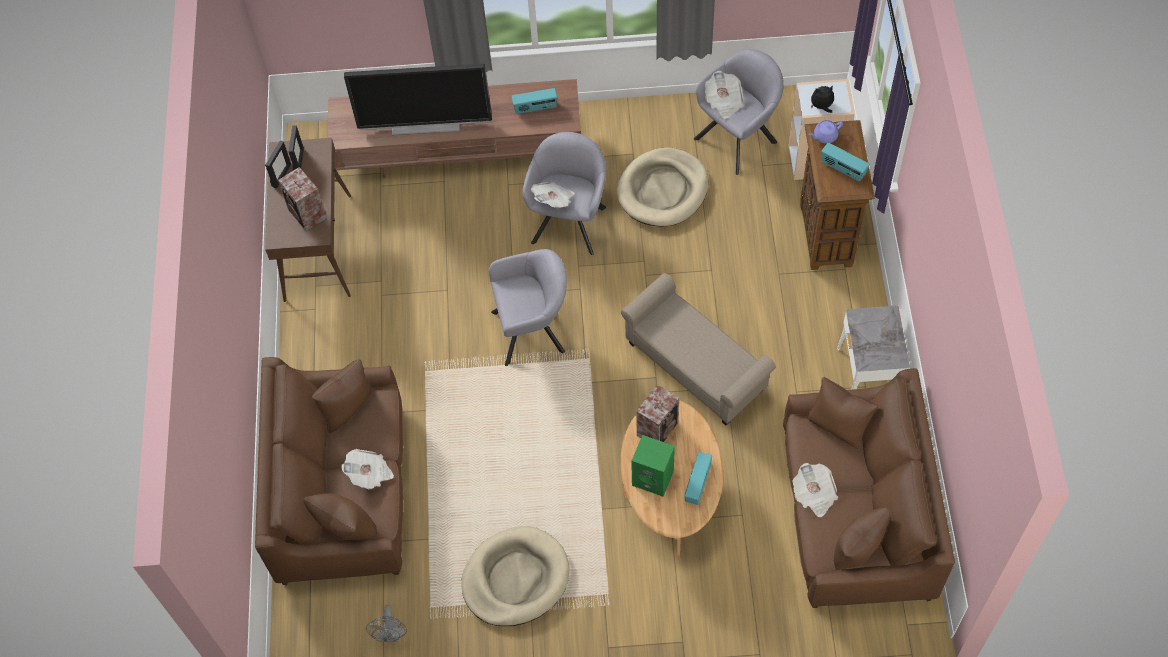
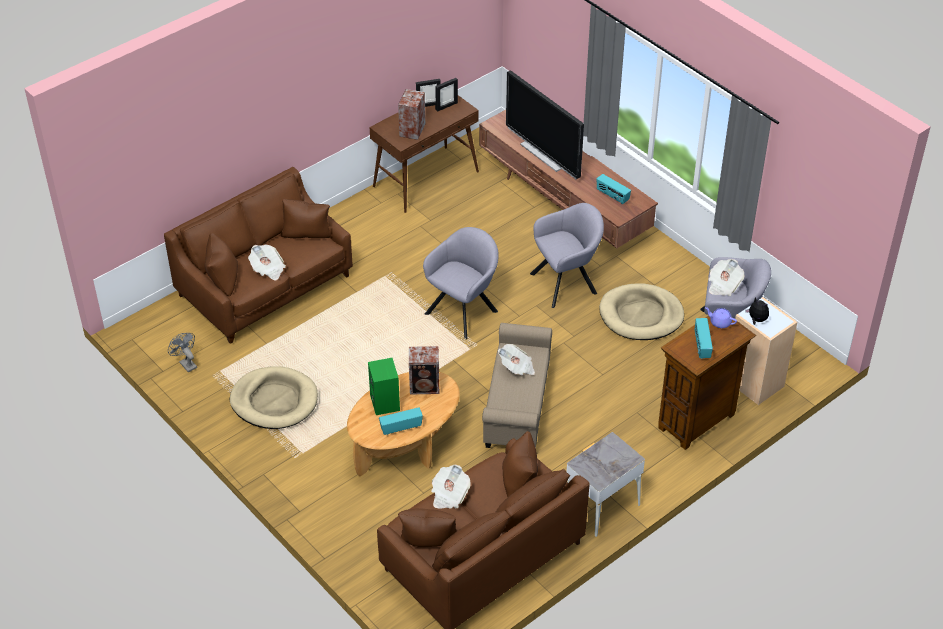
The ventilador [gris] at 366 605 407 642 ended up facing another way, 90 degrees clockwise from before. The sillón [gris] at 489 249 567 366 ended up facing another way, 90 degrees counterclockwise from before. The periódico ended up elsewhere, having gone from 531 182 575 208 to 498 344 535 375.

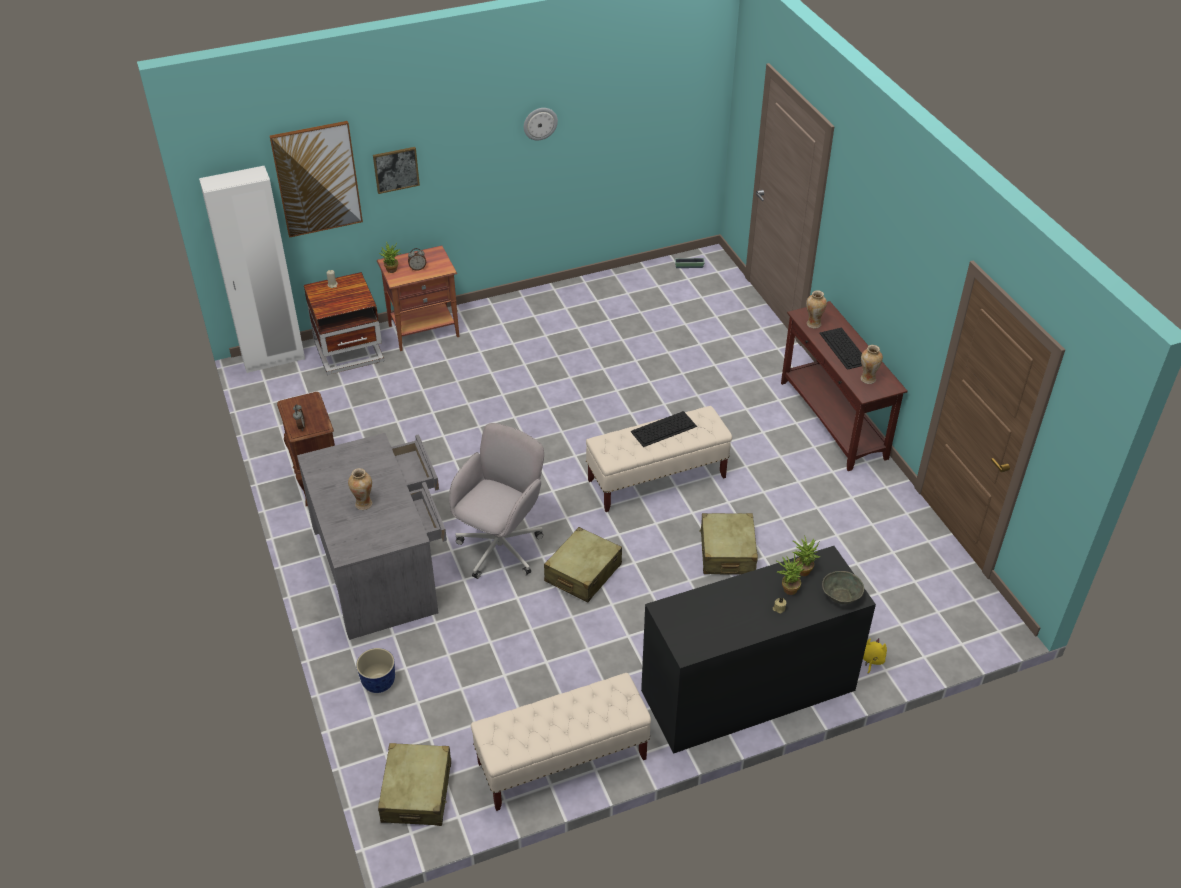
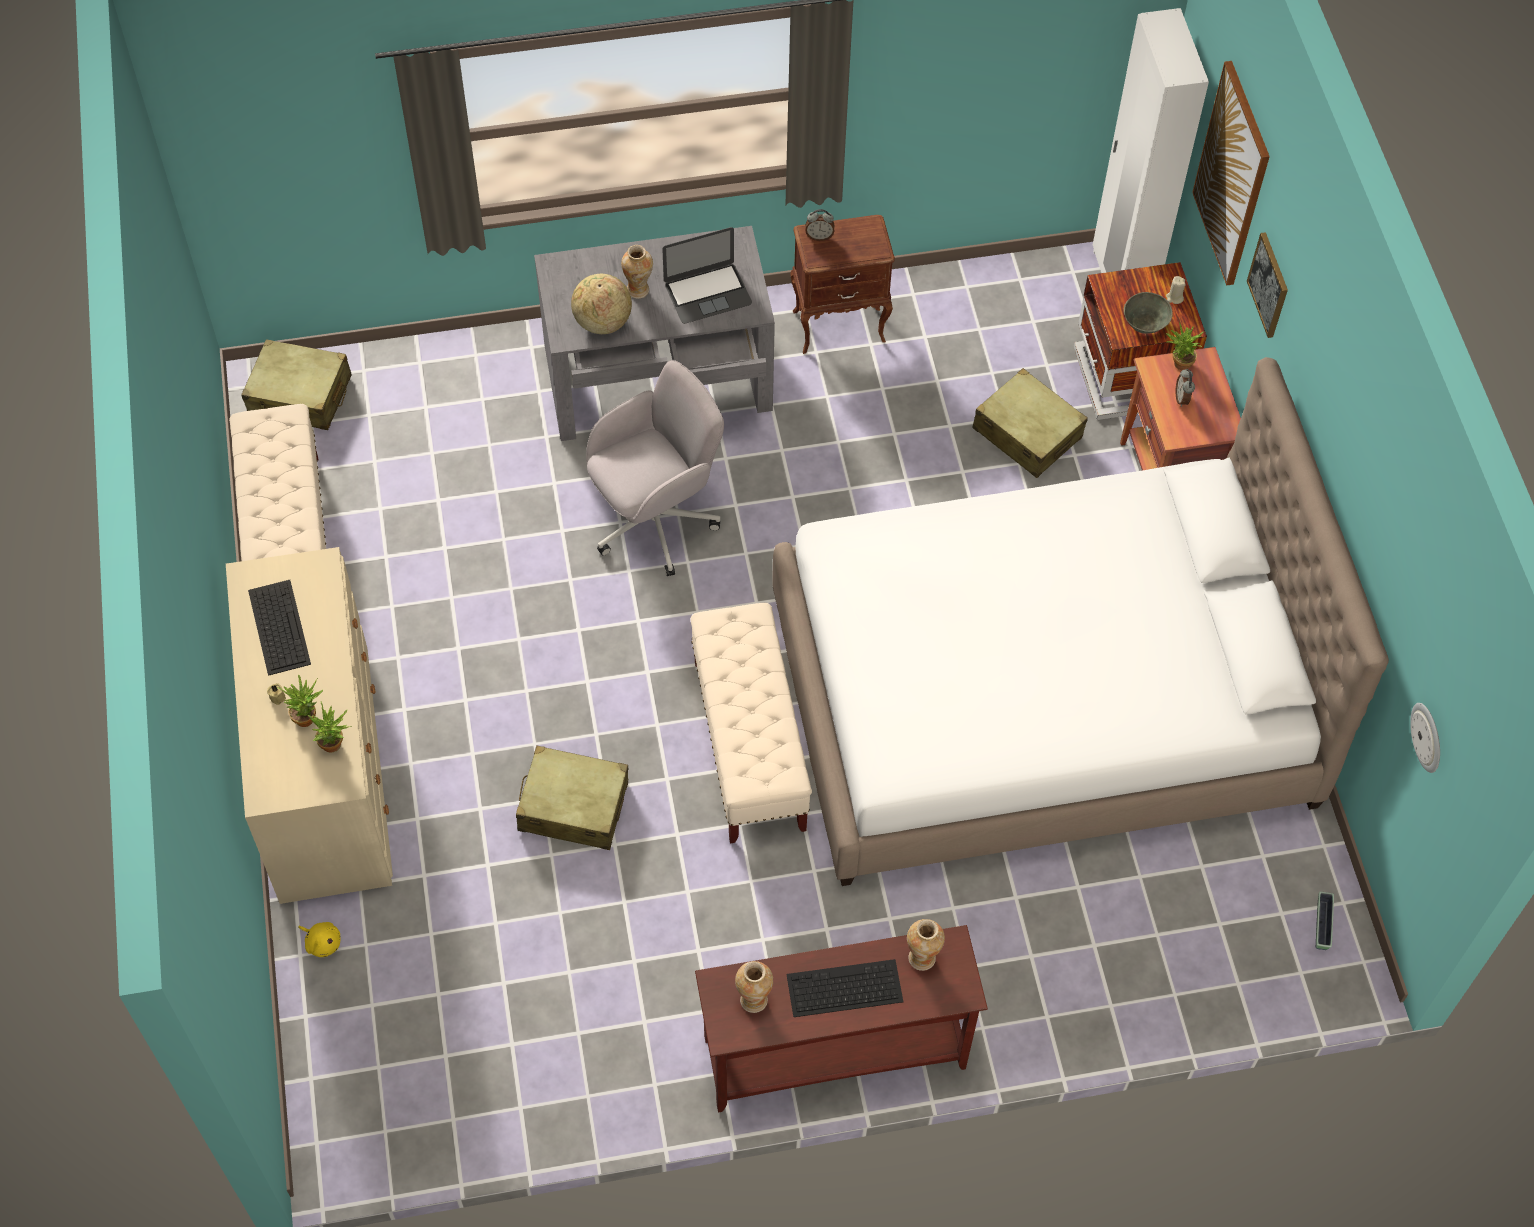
The second view lost the maceta at 356 648 395 693. The silla de oficina [gris] at 449 423 544 579 ended up facing another way, 75 degrees counterclockwise from before. The reloj de pared ended up elsewhere, having gone from 524 108 558 140 to 1410 703 1440 773. The maleta [beis] ended up elsewhere, having gone from 544 527 622 602 to 973 368 1088 478. The teclado ended up elsewhere, having gone from 630 411 697 447 to 248 580 311 676. What was the cómoda [negro] at 641 546 876 754 turned into the cómoda [beis] at 226 547 393 904. The cuenco [gris] ended up elsewhere, having gone from 822 571 864 604 to 1124 292 1173 334. The second view gained the globo terráqueo at 571 274 632 334. The second view gained the portátil at 662 227 752 324. The second view gained the cama [blanco] at 772 357 1389 886.

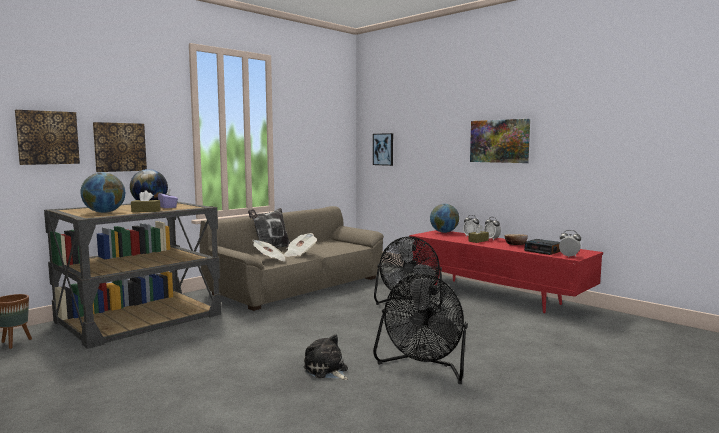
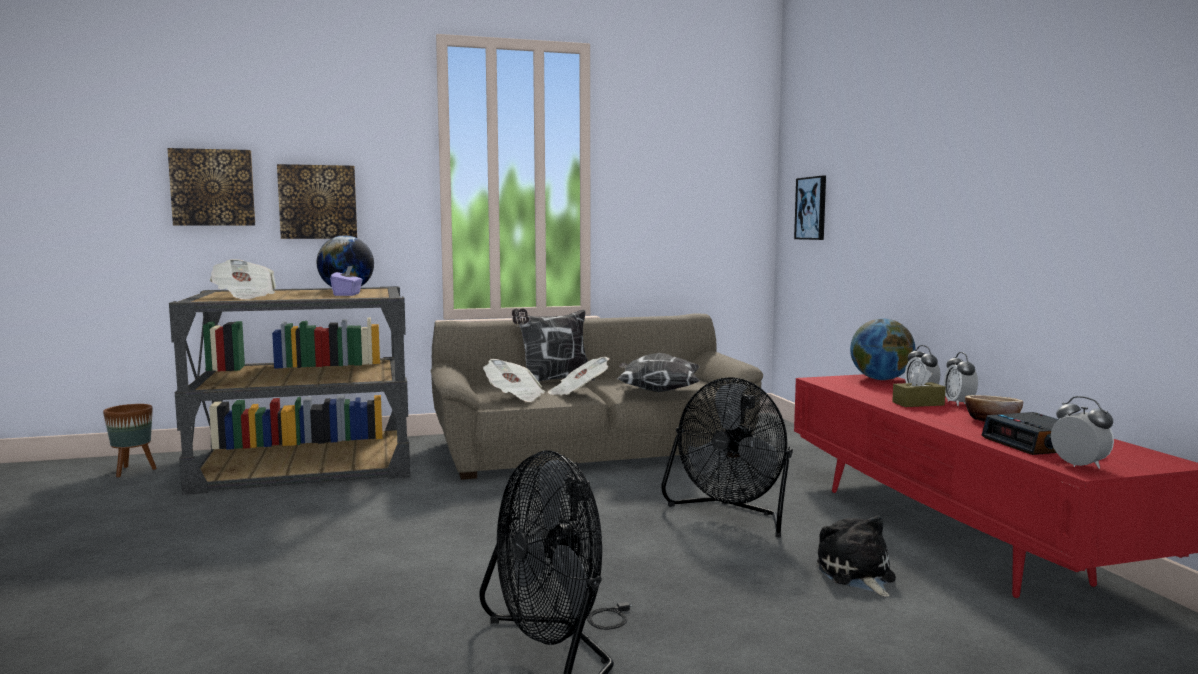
Where the globo terráqueo stood at 80 172 125 213, the periódico came to stand at 210 259 276 299. The second view lost the caja de pañuelos [marrón] at 131 190 161 212. The peluche ended up elsewhere, having gone from 304 334 348 380 to 817 516 896 597. The second view lost the cuadro at 470 119 530 163. The second view gained the cojín at 617 353 700 392.

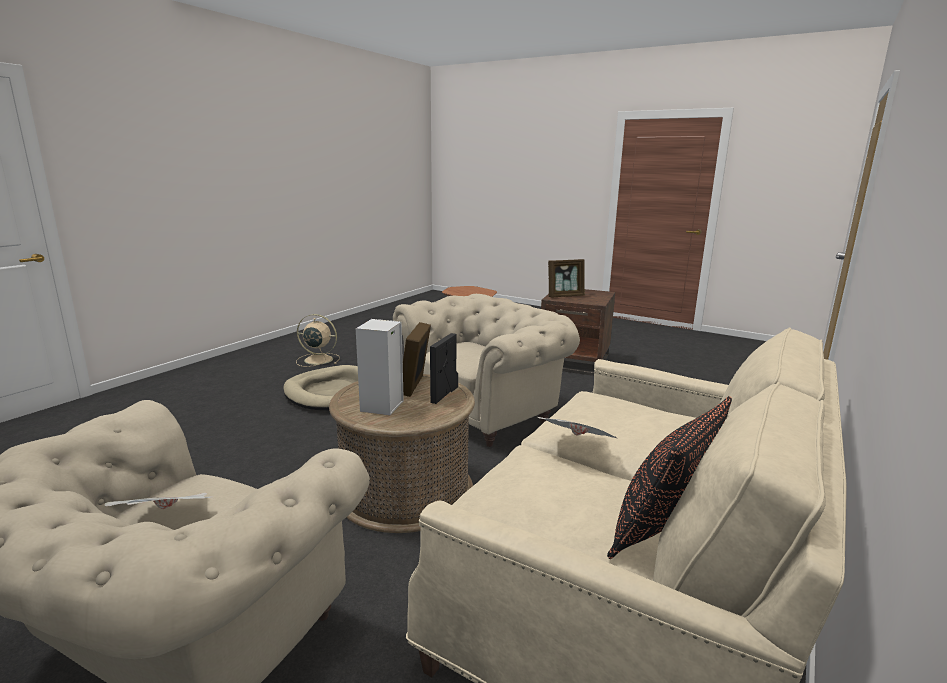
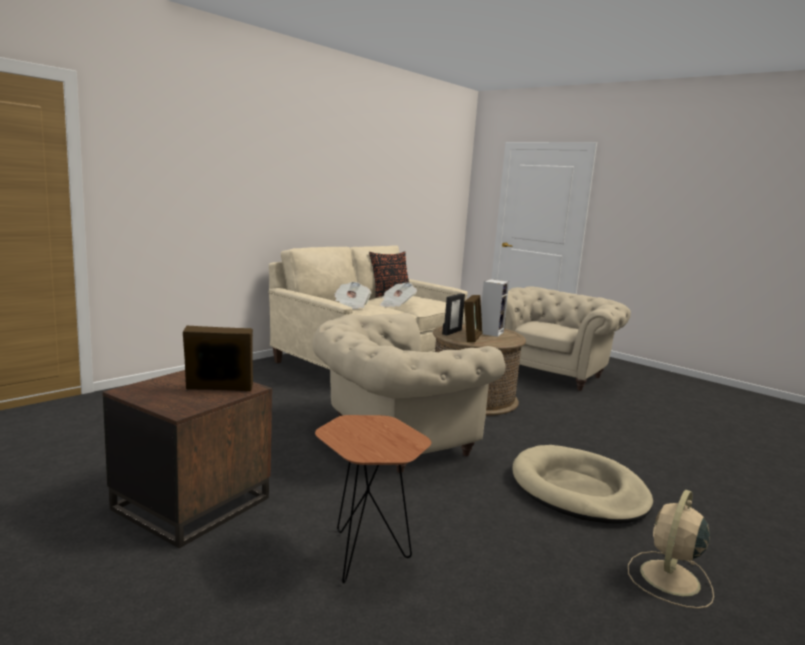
The periódico ended up elsewhere, having gone from 104 493 213 509 to 334 282 371 309. The ventilador [beis] at 296 314 340 367 ended up facing another way, 105 degrees clockwise from before.

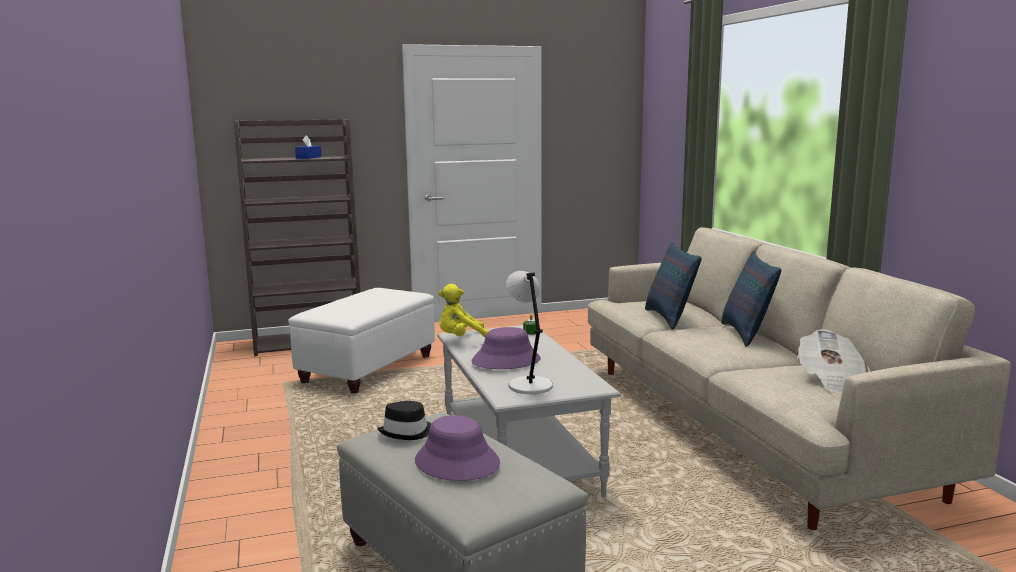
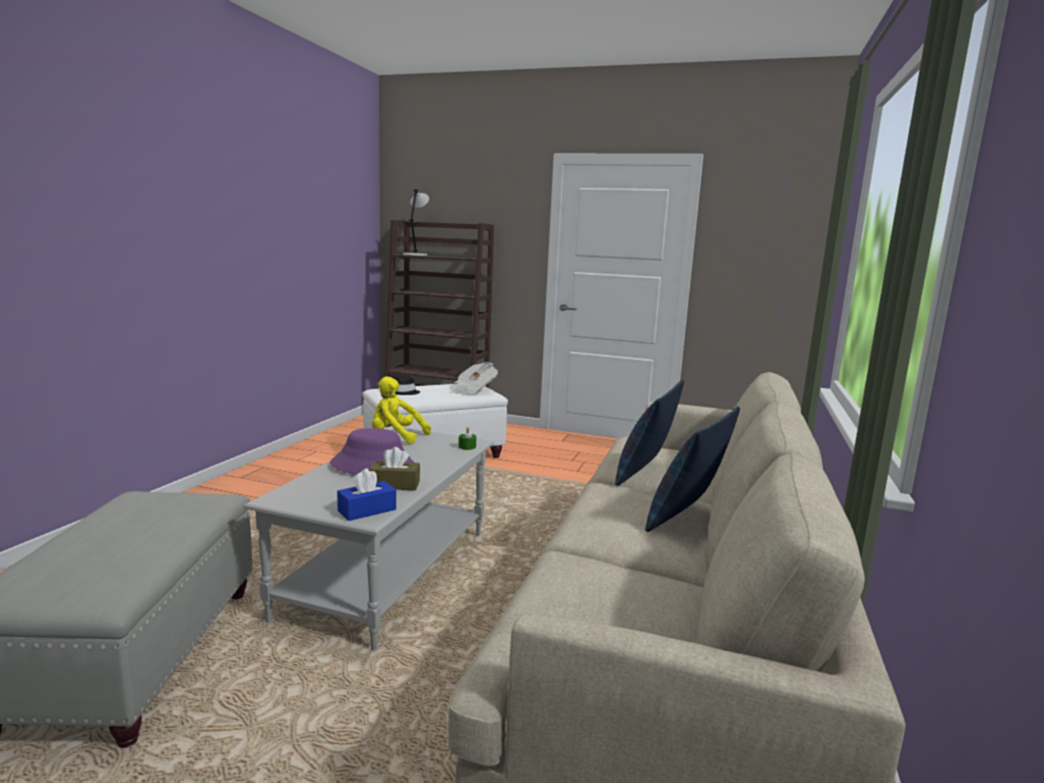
The caja de pañuelos [azul] ended up elsewhere, having gone from 295 135 321 159 to 337 468 396 521. The sombrero [negro] ended up elsewhere, having gone from 377 401 432 440 to 390 374 420 395. The second view lost the sombrero [morado] at 415 415 500 481. The lámpara de mesa [gris] ended up elsewhere, having gone from 506 271 553 394 to 403 189 429 256. The periódico ended up elsewhere, having gone from 797 329 870 392 to 451 362 498 394. The second view gained the caja de pañuelos [marrón] at 369 447 420 490.

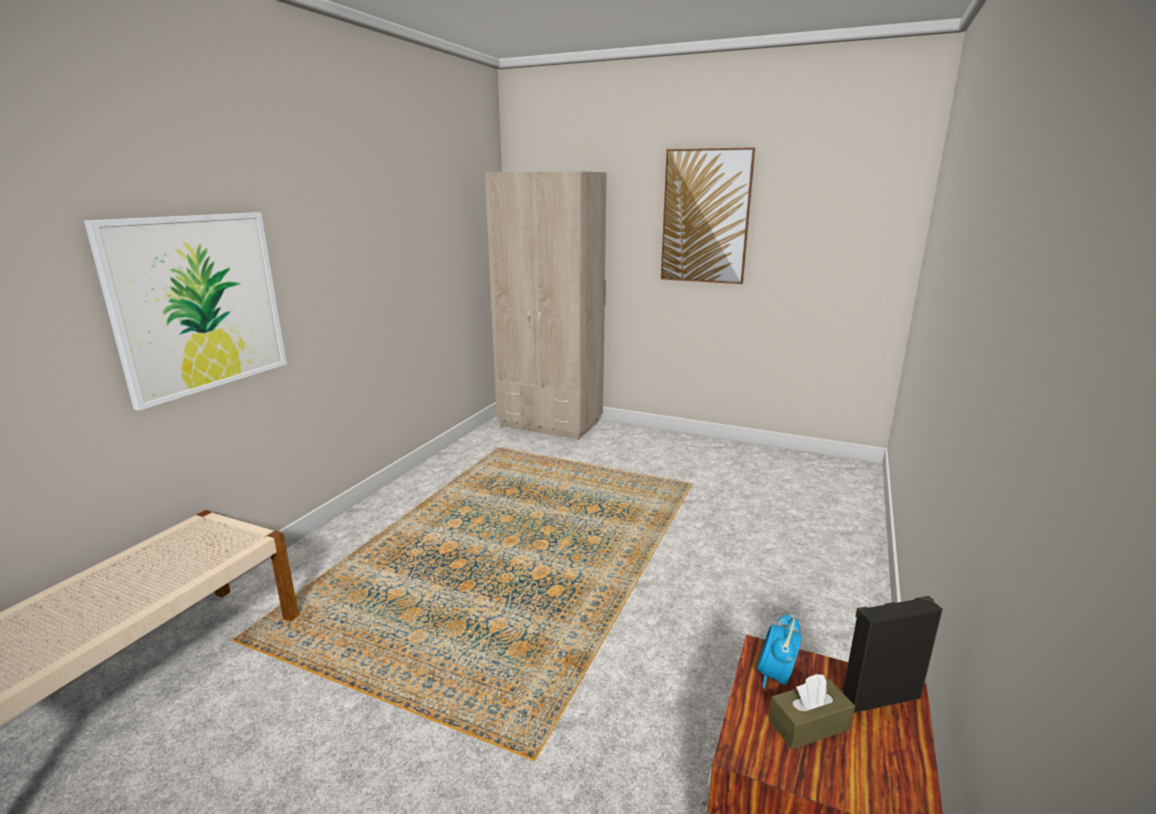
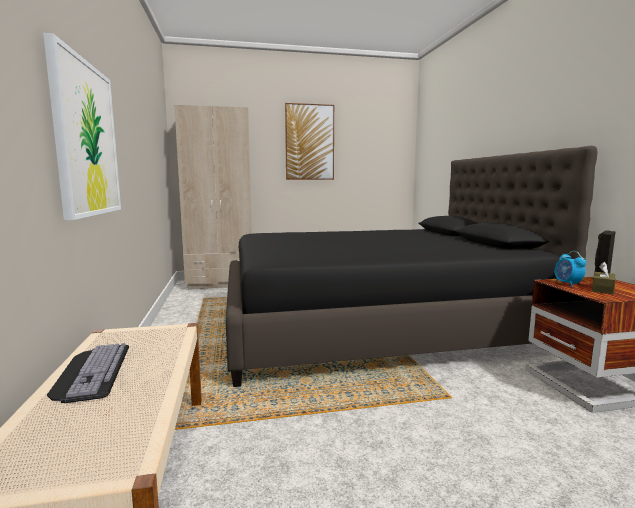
The second view gained the teclado at 47 343 129 403. The second view gained the cama [negro] at 226 146 597 387.

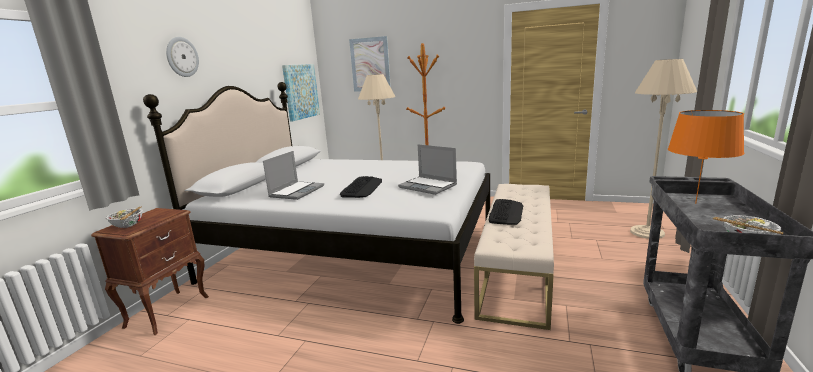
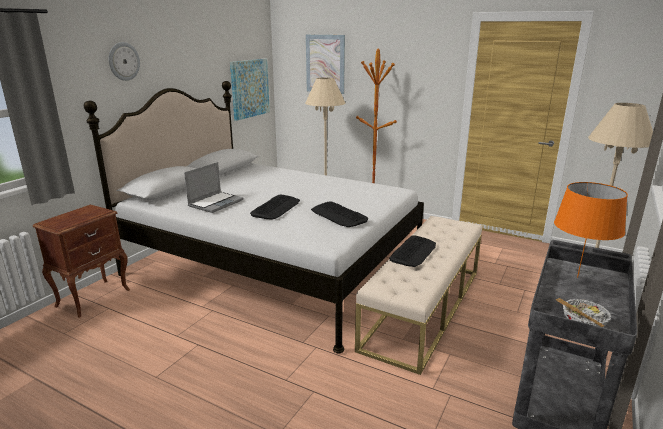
The second view lost the cuenco at 106 206 143 228. Where the portátil stood at 398 144 457 195, the teclado came to stand at 311 201 368 227.

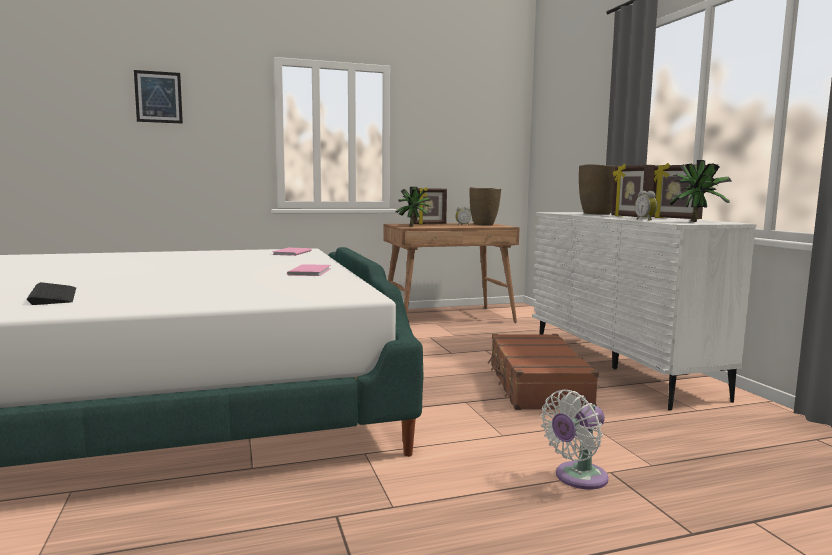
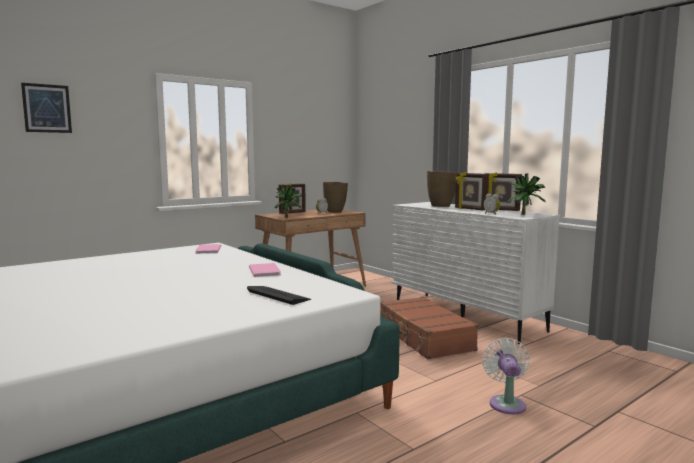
The teclado ended up elsewhere, having gone from 27 282 76 305 to 247 286 311 305. The ventilador [blanco] at 540 390 608 489 ended up facing another way, 150 degrees clockwise from before.

